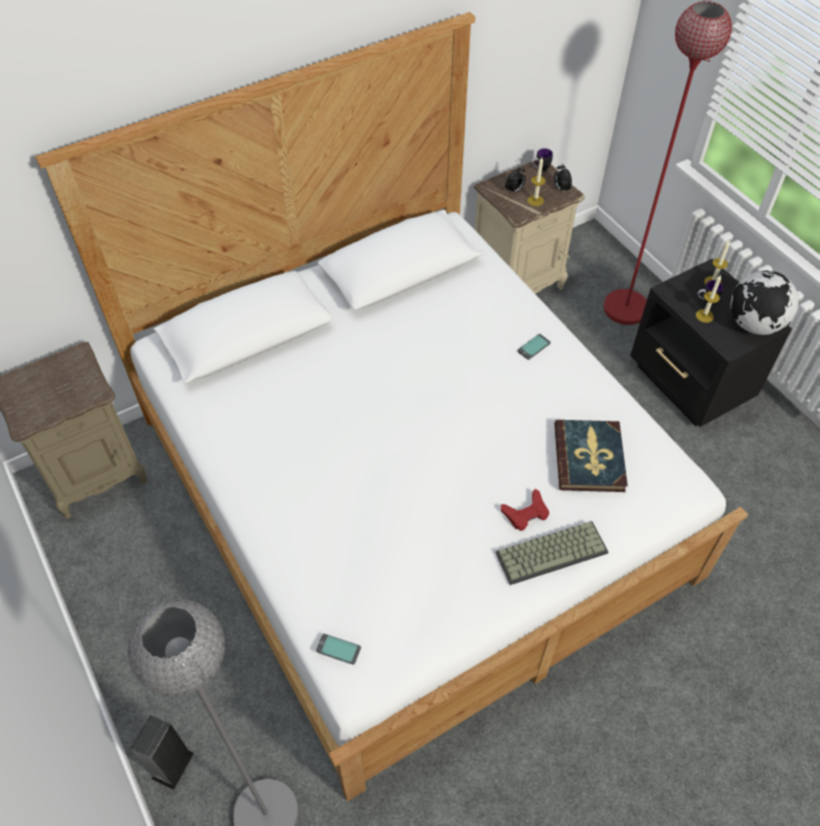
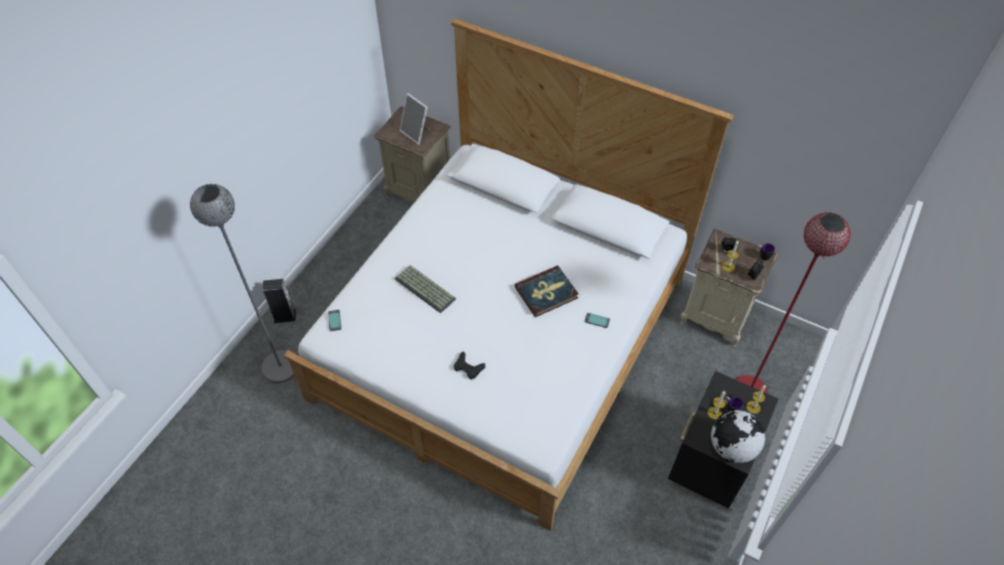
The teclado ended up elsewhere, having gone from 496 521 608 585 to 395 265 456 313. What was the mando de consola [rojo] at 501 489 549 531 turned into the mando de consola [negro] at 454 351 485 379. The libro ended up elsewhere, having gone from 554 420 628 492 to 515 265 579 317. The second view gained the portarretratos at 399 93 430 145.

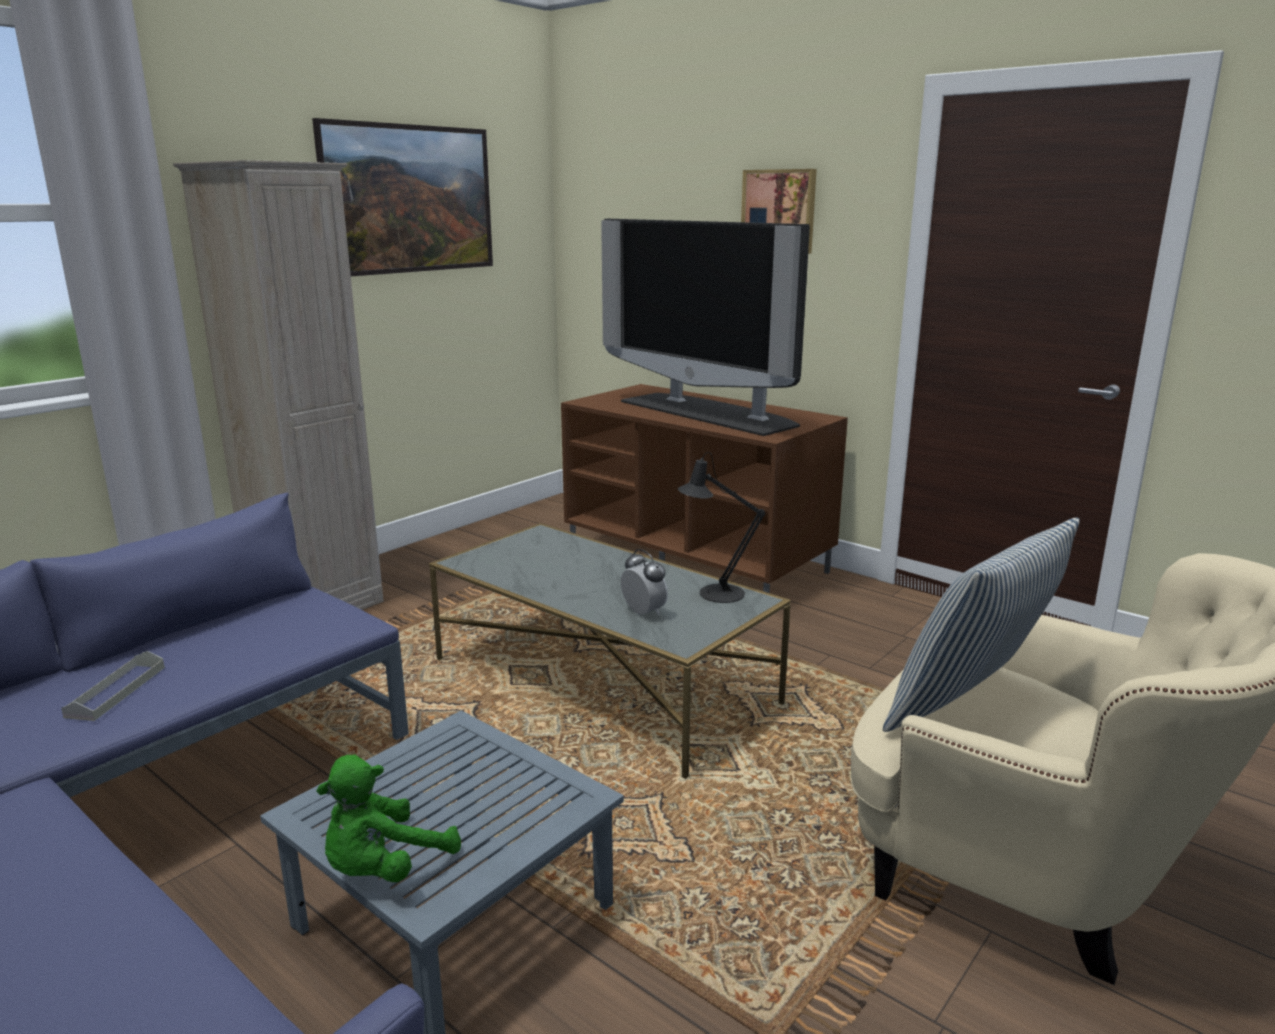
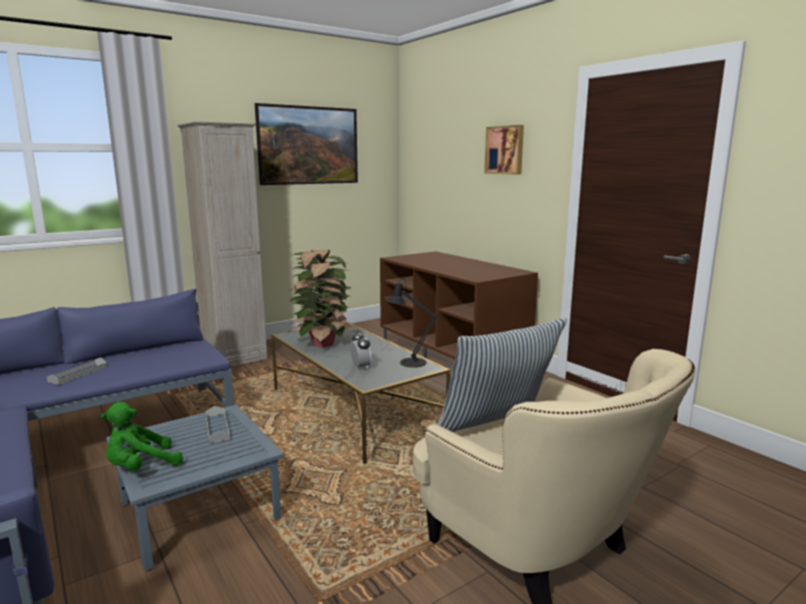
The second view lost the televisor at 601 219 810 436. The second view gained the bandeja [gris] at 205 406 230 443. The second view gained the planta en maceta at 289 250 356 347.

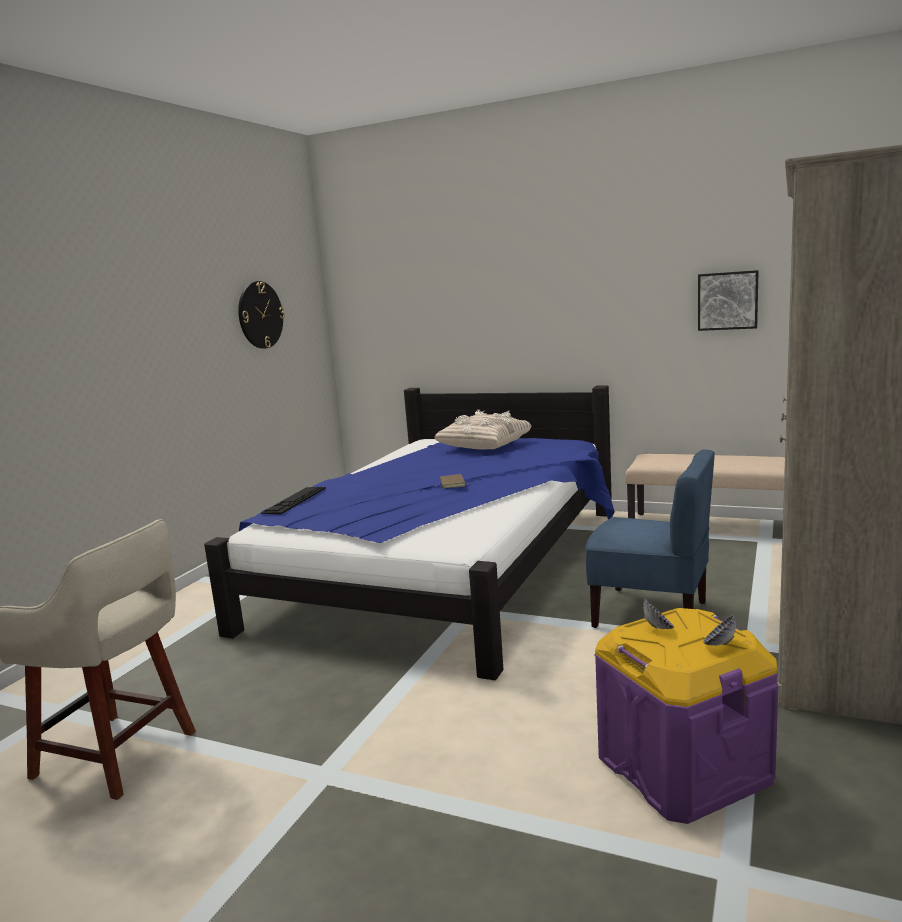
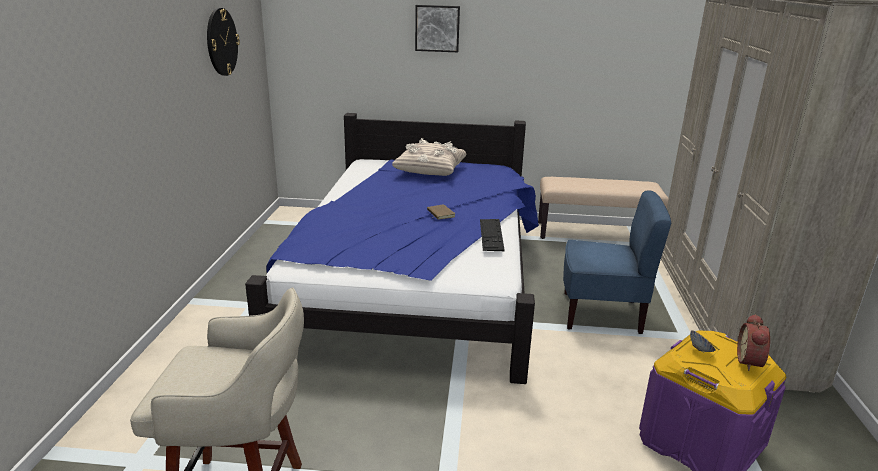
The teclado ended up elsewhere, having gone from 261 487 326 514 to 480 219 505 251. The cuadro ended up elsewhere, having gone from 698 270 759 331 to 415 5 460 52. Where the cuenco stood at 703 615 736 646, the despertador came to stand at 737 314 770 371.

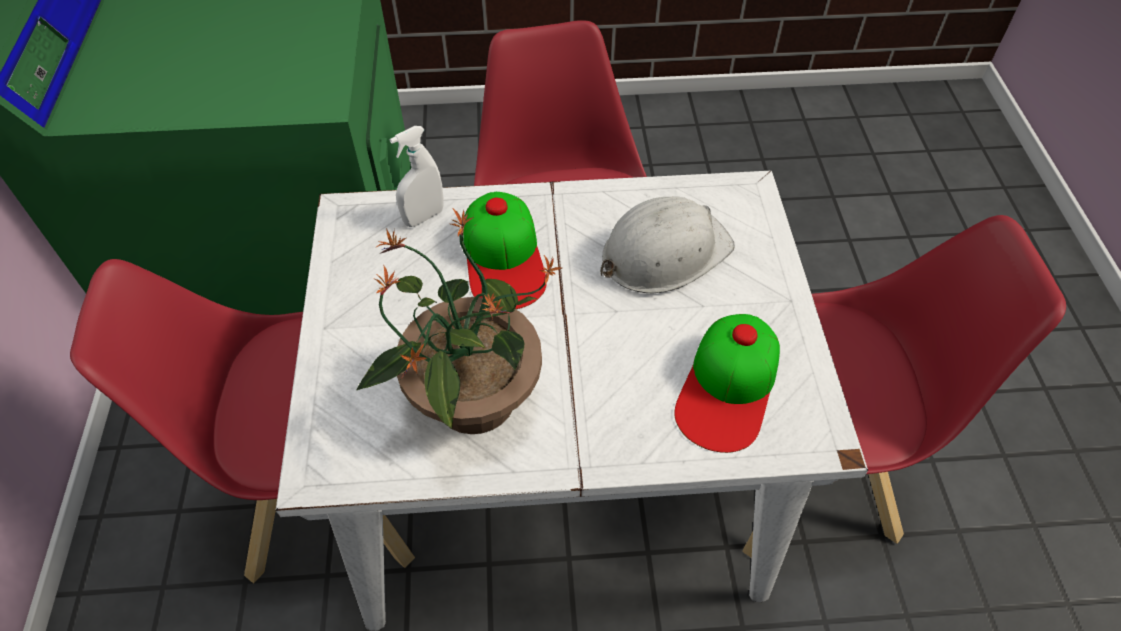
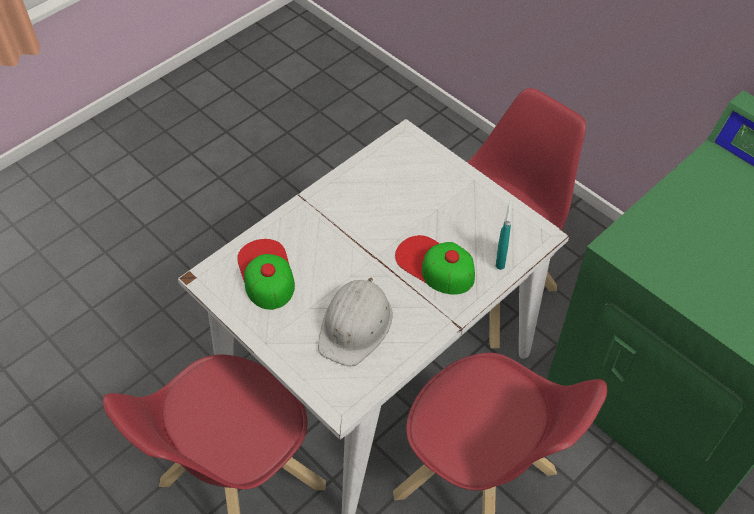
The second view lost the planta en maceta at 356 208 562 434. What was the pulverizador [blanco] at 390 126 443 227 turned into the pulverizador [turquesa] at 495 200 513 270.

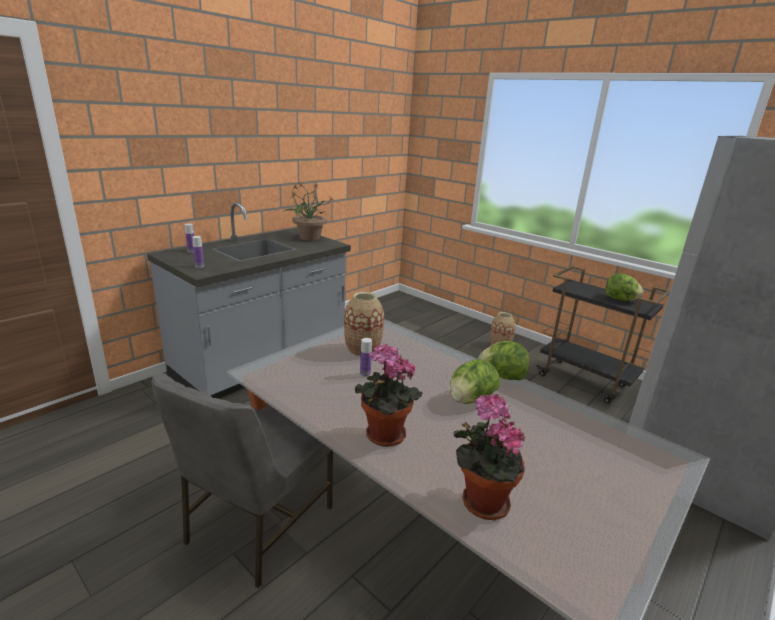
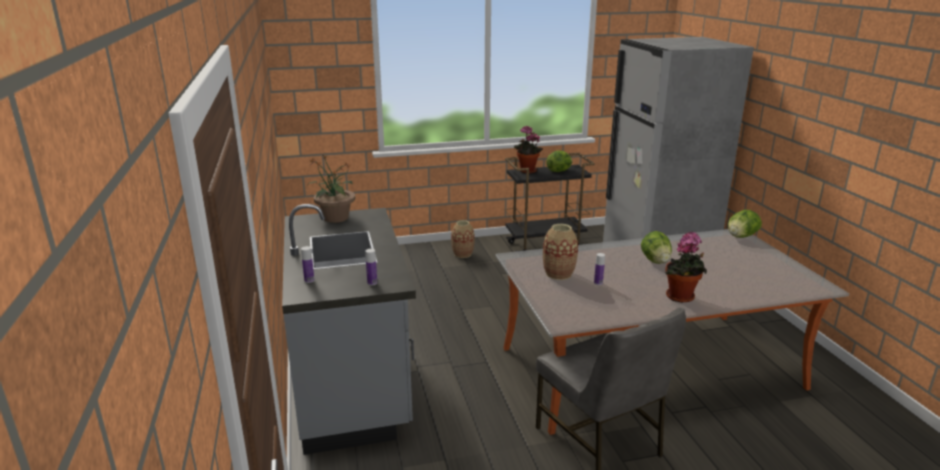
The planta en maceta ended up elsewhere, having gone from 454 394 525 521 to 514 126 543 174. The lechuga ended up elsewhere, having gone from 479 341 530 380 to 728 210 762 238.

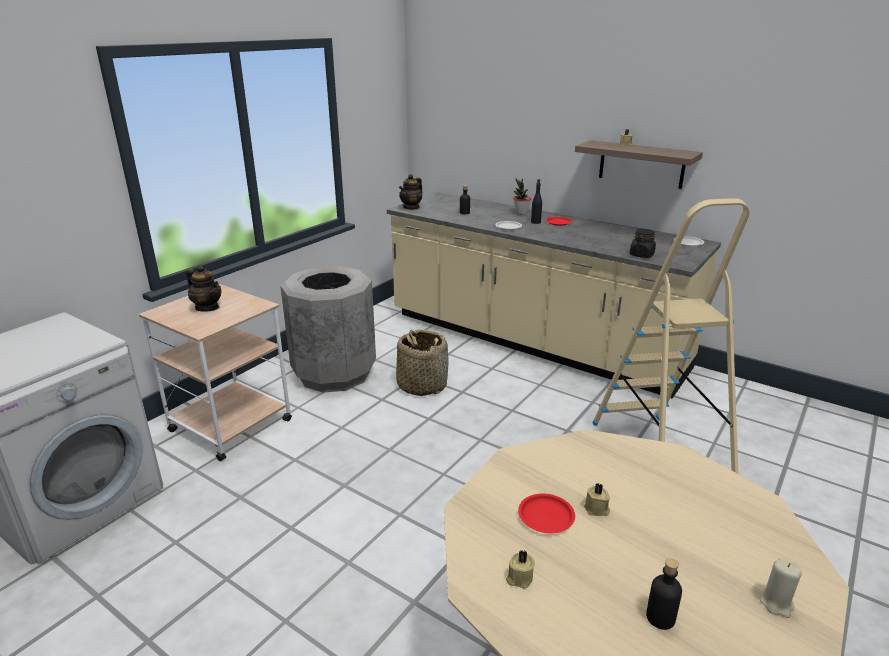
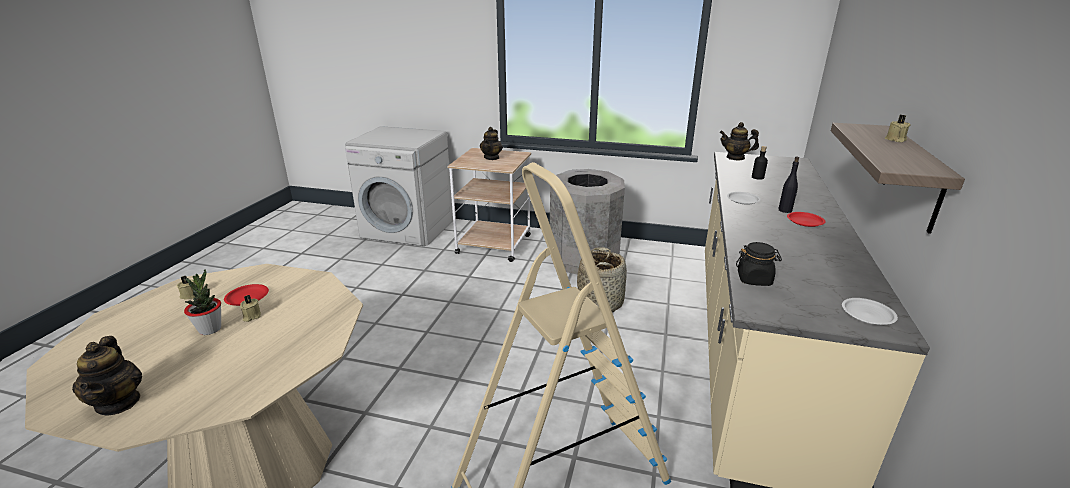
The planta en maceta ended up elsewhere, having gone from 513 178 531 215 to 184 269 221 335. The second view lost the botella [negro] at 646 558 682 630. Where the vela [beis] stood at 760 558 802 618, the tetera came to stand at 72 336 142 416.

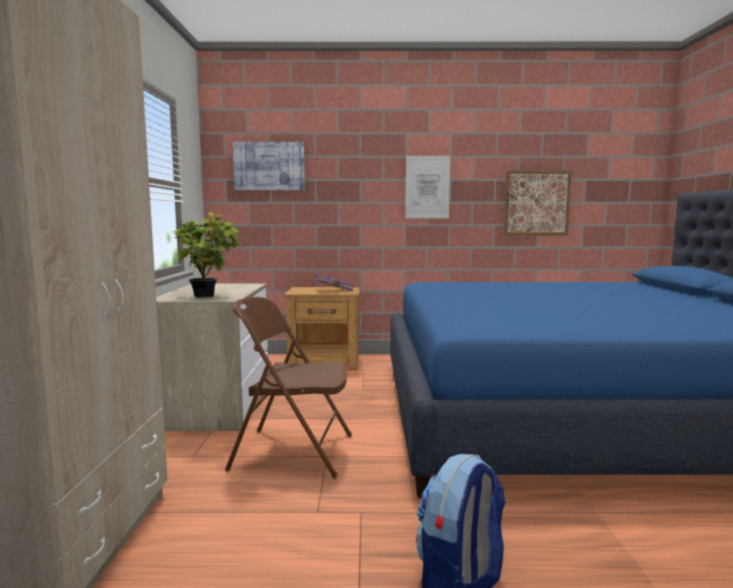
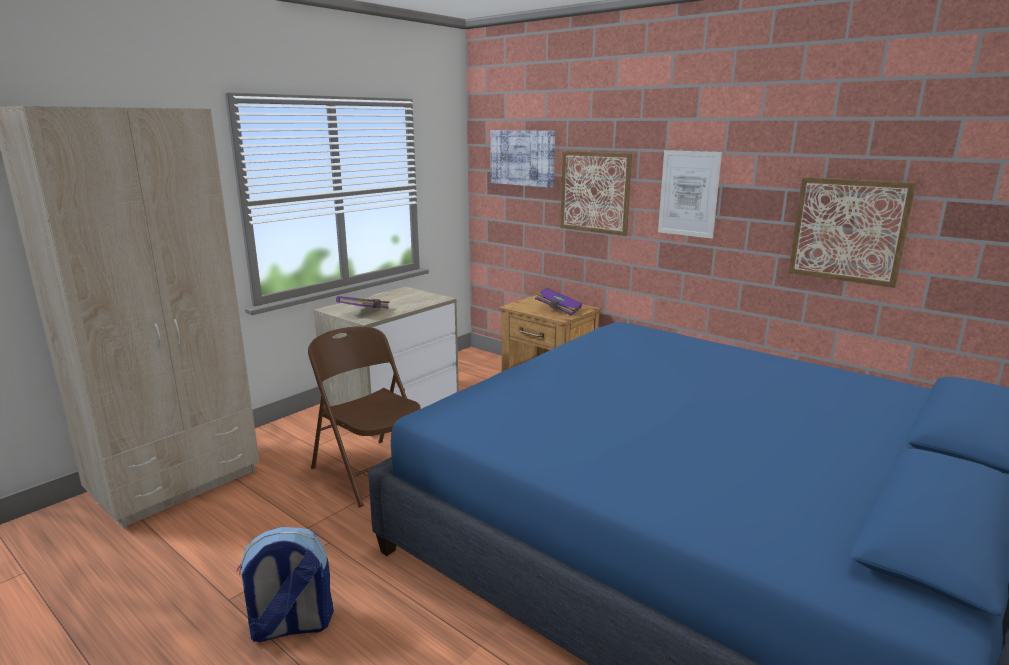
Where the planta en maceta stood at 172 212 240 298, the libro [morado] came to stand at 336 296 390 309. The second view gained the cuadro at 560 150 632 236.

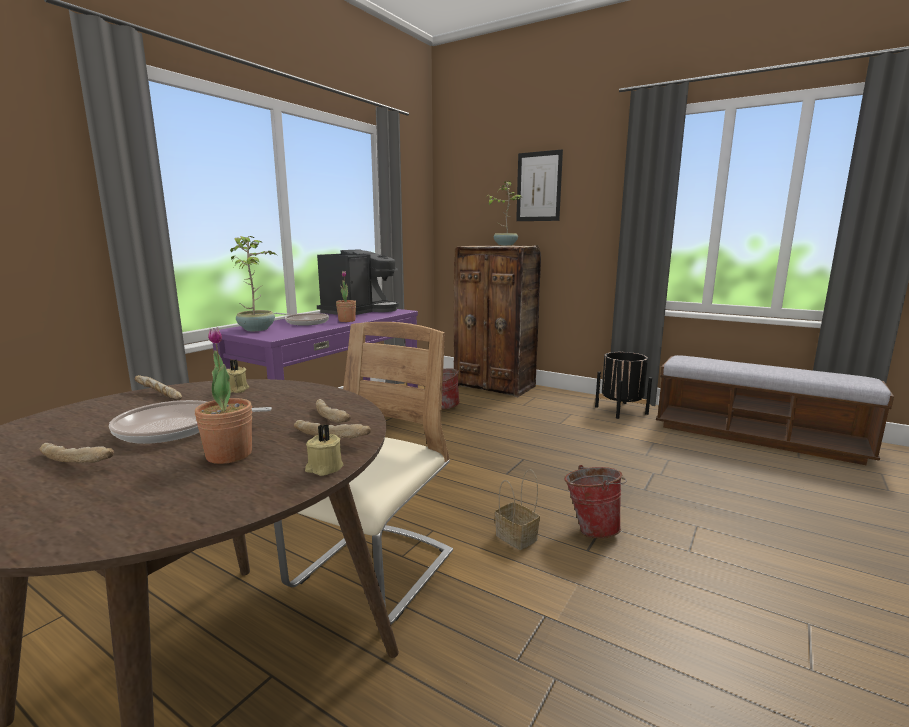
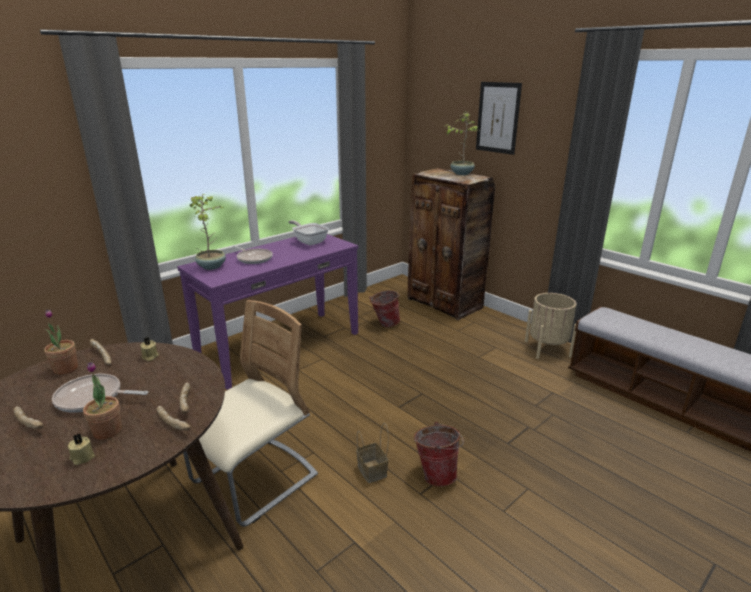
The vela [beis] ended up elsewhere, having gone from 305 424 343 476 to 68 433 95 465. Where the cafetera stood at 317 249 399 315, the sartén came to stand at 288 220 329 245. The planta en maceta ended up elsewhere, having gone from 336 271 356 322 to 44 310 78 375. What was the maceta [negro] at 595 352 652 419 turned into the maceta [beis] at 525 293 577 359.

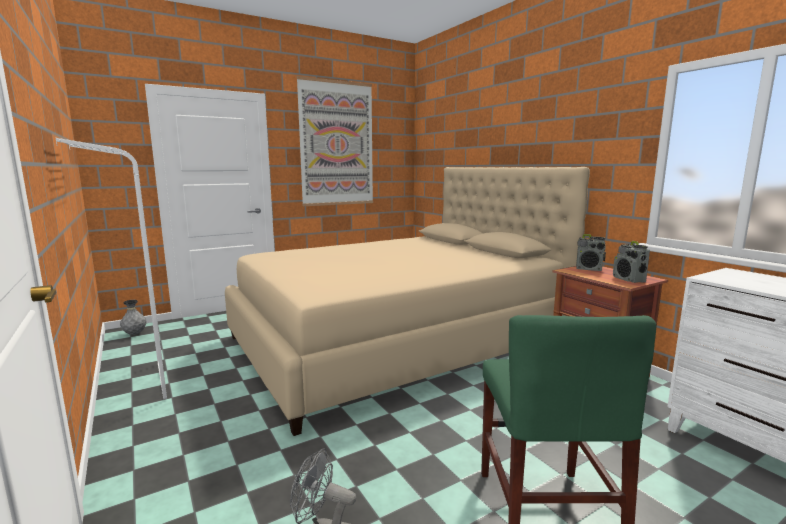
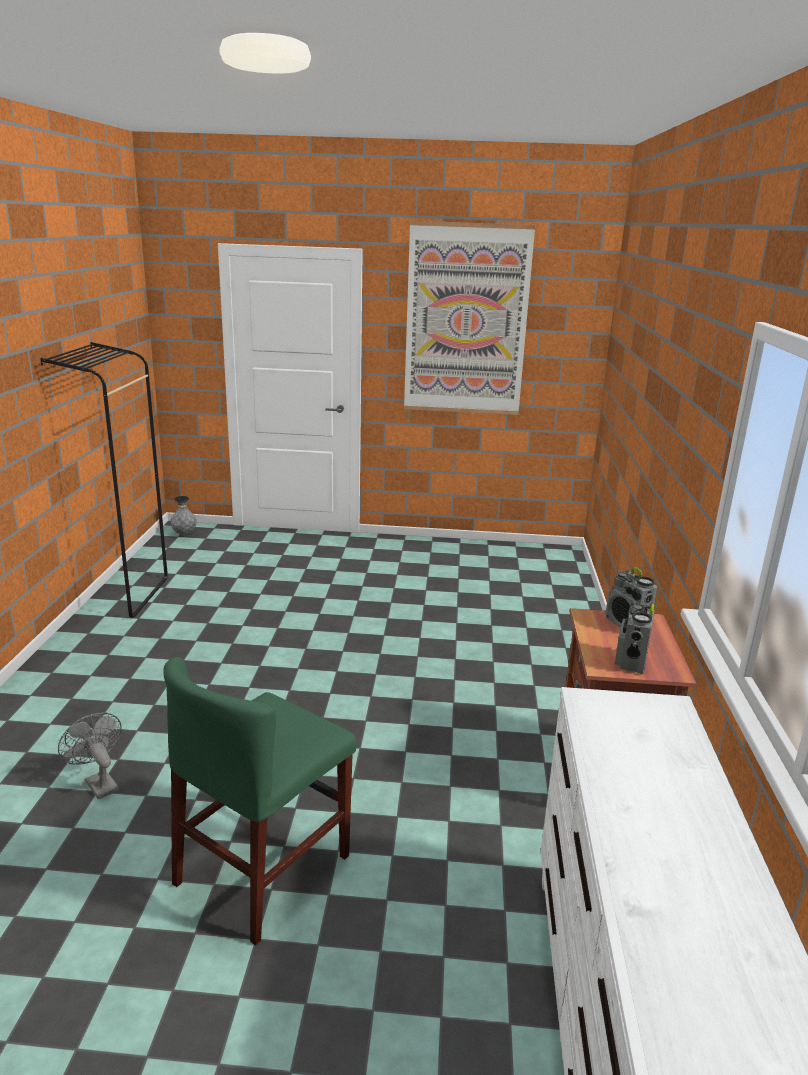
What was the perchero [blanco] at 56 138 167 399 turned into the perchero [negro] at 40 342 168 618. The second view lost the cama [beis] at 225 167 590 436.

